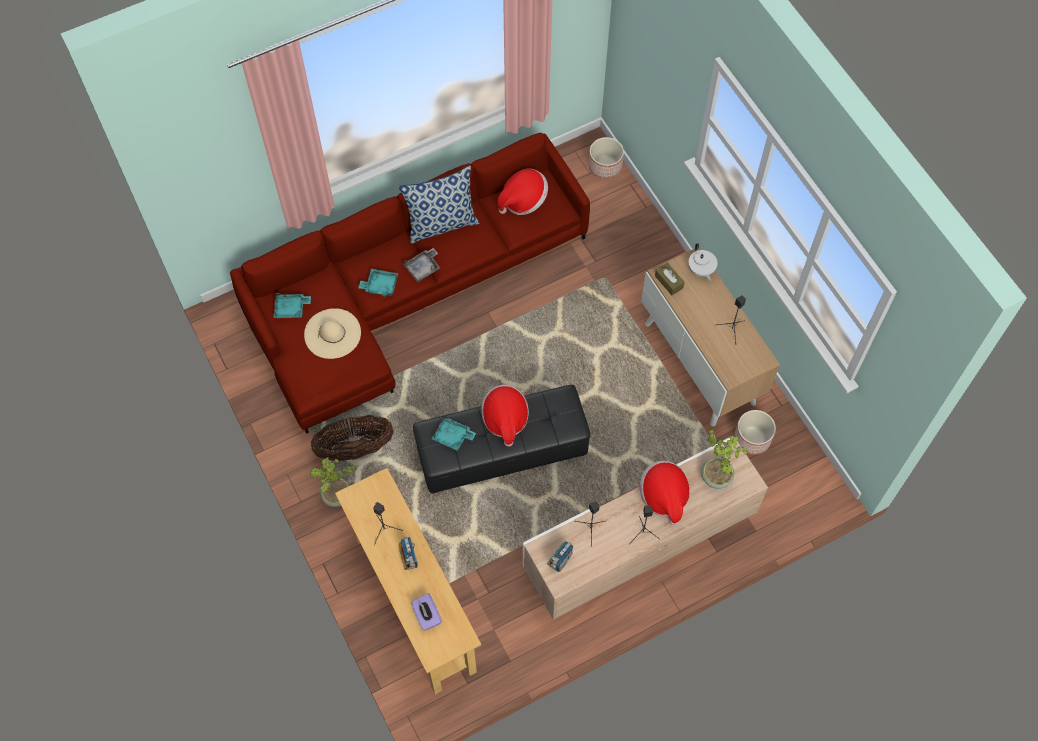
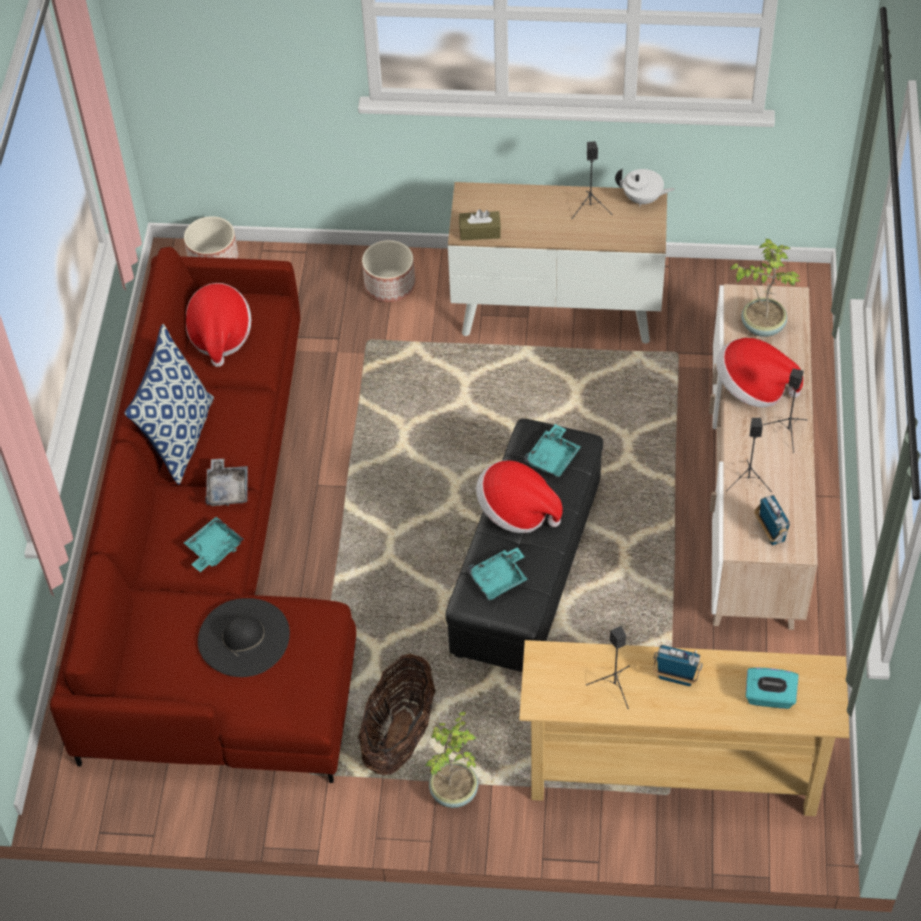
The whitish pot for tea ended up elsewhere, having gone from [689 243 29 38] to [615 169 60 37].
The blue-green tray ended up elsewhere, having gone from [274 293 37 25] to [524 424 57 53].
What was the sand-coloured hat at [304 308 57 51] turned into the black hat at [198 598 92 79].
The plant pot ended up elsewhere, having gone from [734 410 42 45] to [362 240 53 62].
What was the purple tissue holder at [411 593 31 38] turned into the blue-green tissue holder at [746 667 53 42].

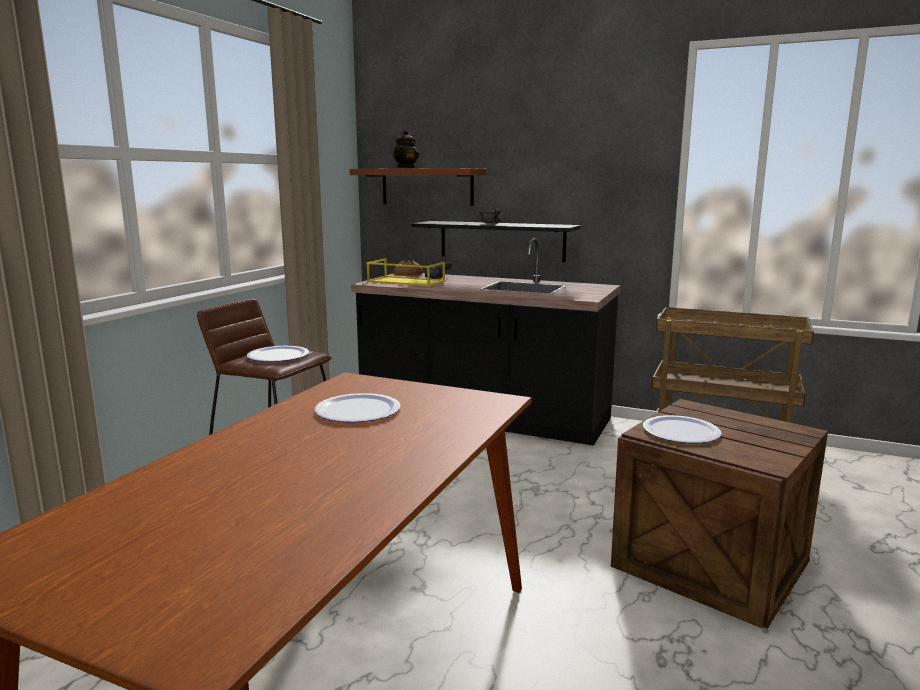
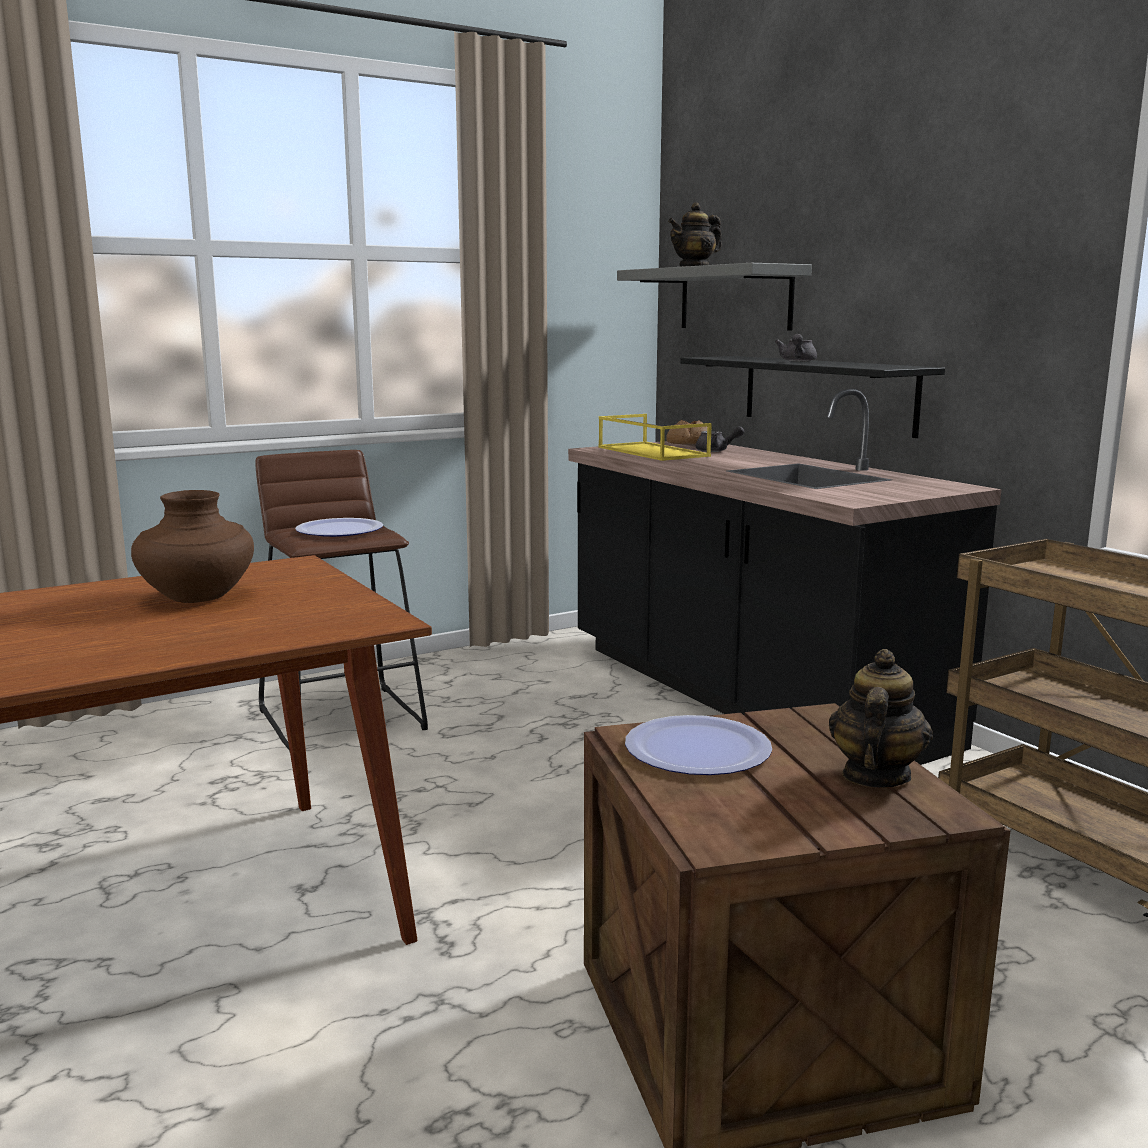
What was the brownish wall shelf at [349 168 137 38] turned into the grey wall shelf at [617 263 195 67].
Where the dinner plate stood at [314 393 87 30], the brownish flower vase came to stand at [131 490 123 113].
The second view gained the pot for tea at [829 649 104 138].

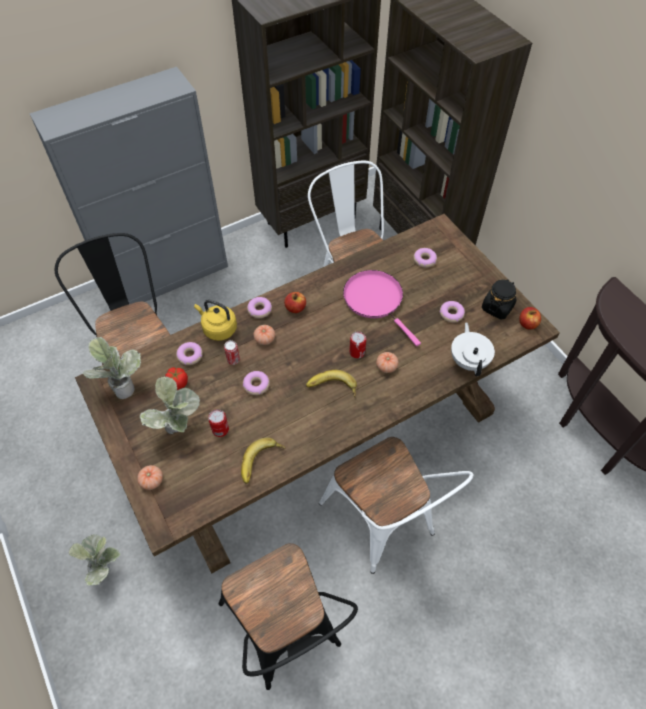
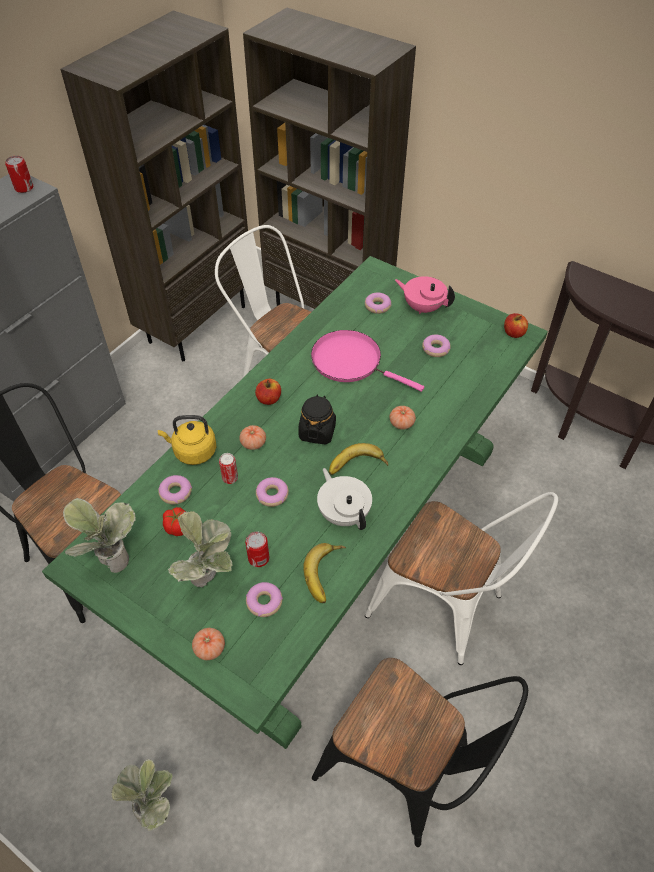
What was the brownish dining table at [75 214 485 359] turned into the greenish dining table at [42 256 506 493].
The black jar ended up elsewhere, having gone from [482 279 35 40] to [298 395 38 49].
The doughnut ended up elsewhere, having gone from [247 297 25 21] to [246 582 37 35].
The whitish pot for tea ended up elsewhere, having gone from [451 322 44 54] to [317 468 55 62].
The can ended up elsewhere, having gone from [349 331 17 28] to [5 156 28 37].
The second view gained the pink pot for tea at [395 276 60 38].

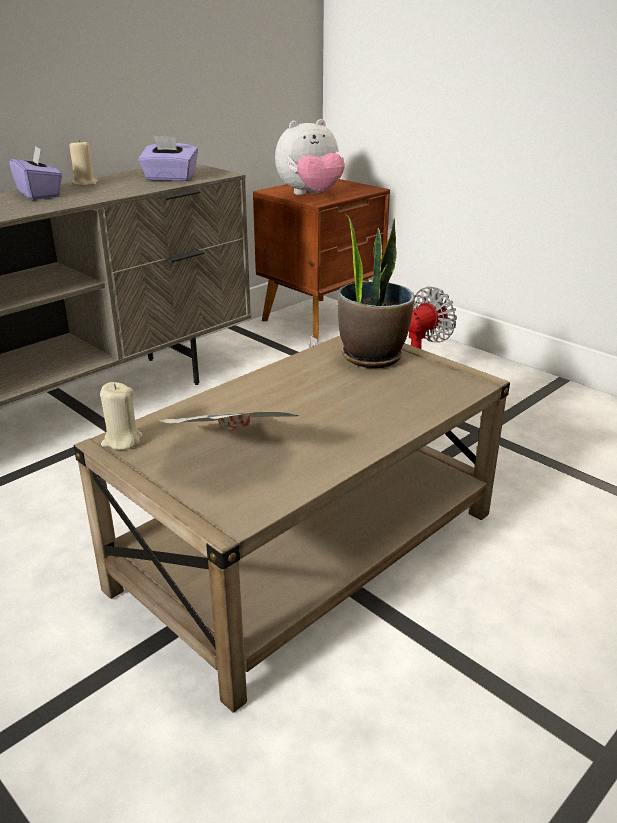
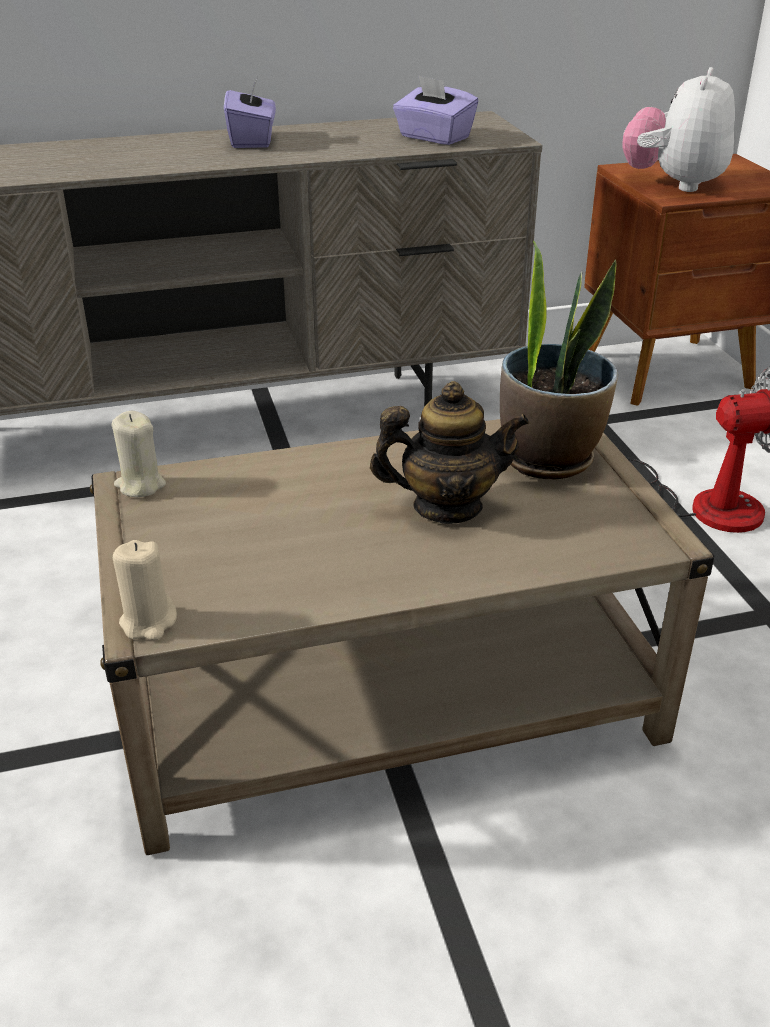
The soft toy at [275 119 70 76] ended up facing another way, 105 degrees clockwise from before.
The sand-coloured wax light ended up elsewhere, having gone from [69 139 29 47] to [113 540 64 100].
The second view lost the printed paper at [159 412 140 20].
The second view gained the pot for tea at [370 381 159 143].

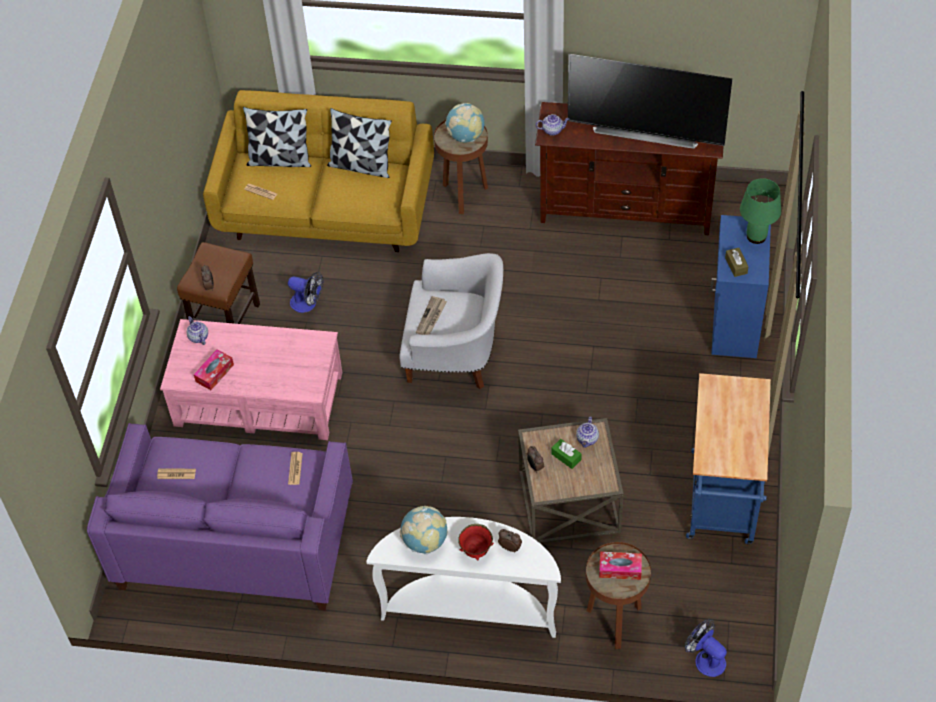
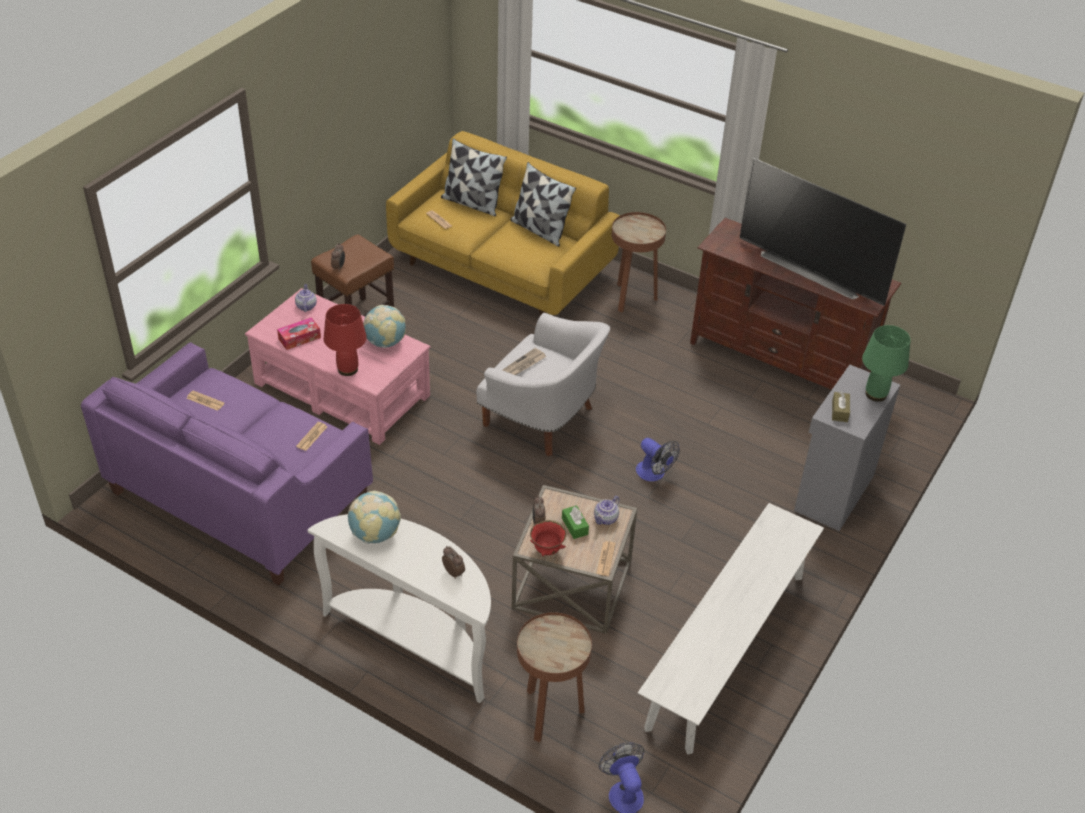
The desk globe ended up elsewhere, having gone from [445 103 40 40] to [363 305 43 43].
The second view lost the pot for tea at [536 114 33 22].
What was the bluish cabinet at [710 215 61 143] turned into the grey cabinet at [794 365 106 166].
The fan ended up elsewhere, having gone from [288 272 35 41] to [636 438 44 43].
Where the bluish cart stood at [686 373 85 172], the whitish bench came to stand at [638 503 186 252].
The reddish deep dish ended up elsewhere, having gone from [458 524 36 36] to [530 520 36 36].
The second view lost the tissue holder at [599 552 43 28].
The second view gained the reddish lamp for a table at [324 304 43 72].
The second view gained the printed paper at [596 541 19 35].

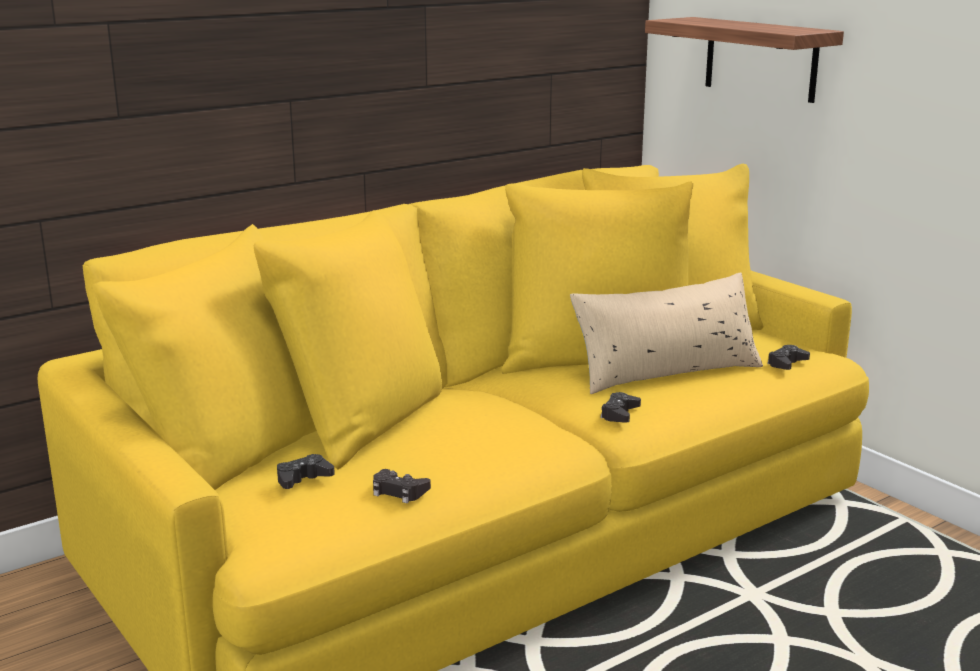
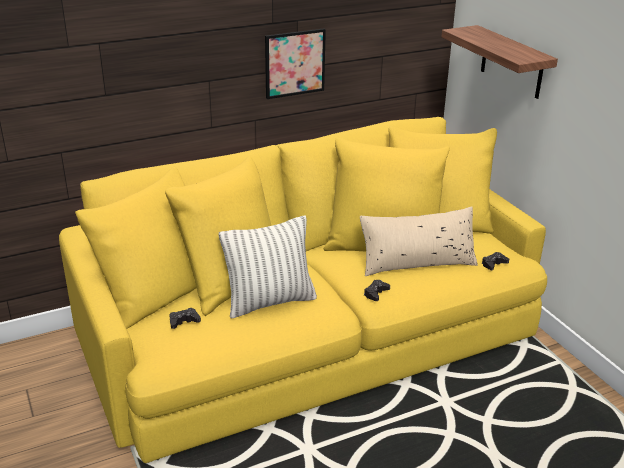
The second view lost the black gamepad at [373 469 58 34].
The second view gained the wall art at [265 29 61 70].
The second view gained the throw pillow at [219 216 98 103].

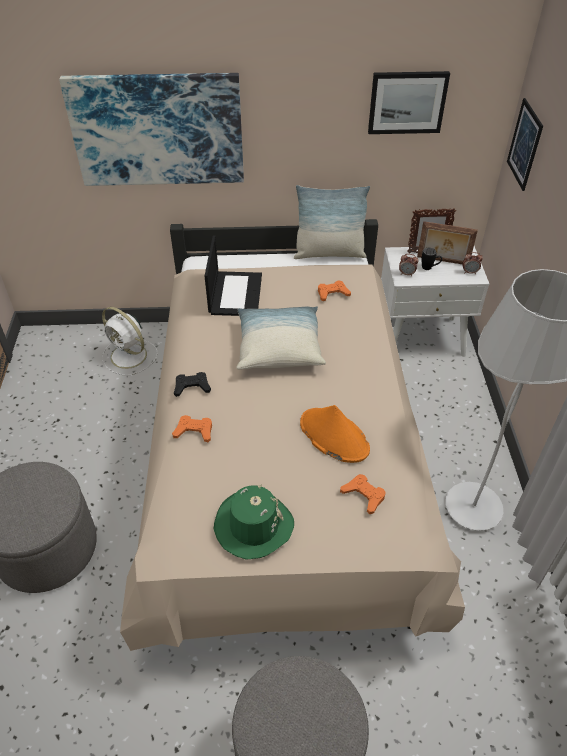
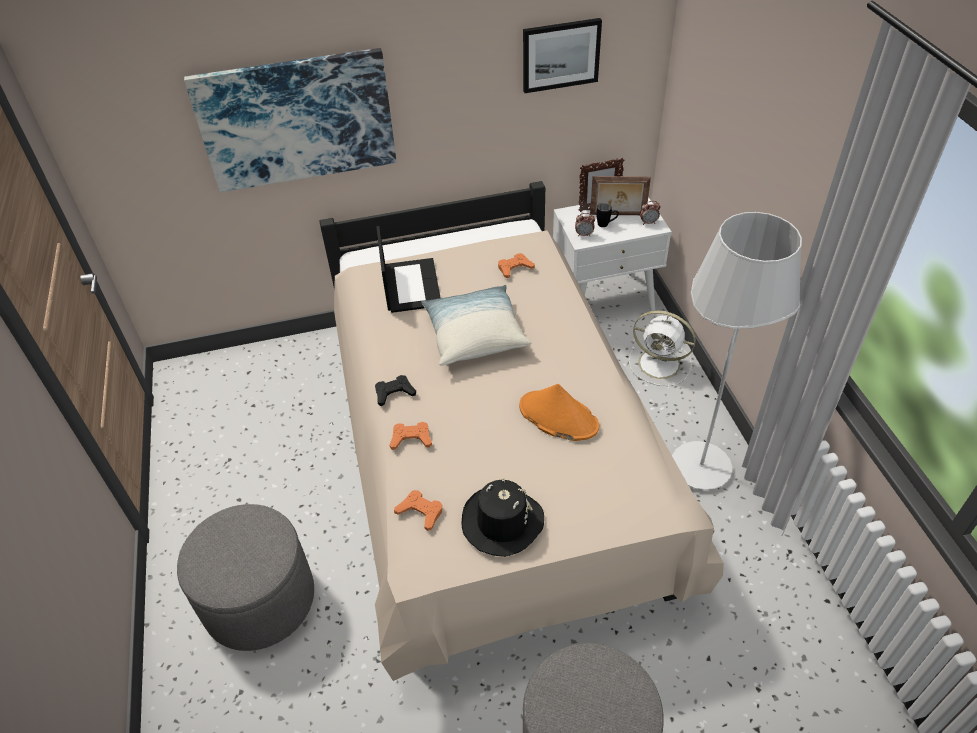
The second view lost the wall art at [507 98 36 93].
The second view lost the throw pillow at [294 185 76 74].
The whitish fan ended up elsewhere, having gone from [102 307 56 68] to [629 311 67 75].
The orangey gamepad ended up elsewhere, having gone from [340 474 46 40] to [394 490 48 41].
What was the greenish hat at [214 484 80 76] turned into the black hat at [462 477 82 80].

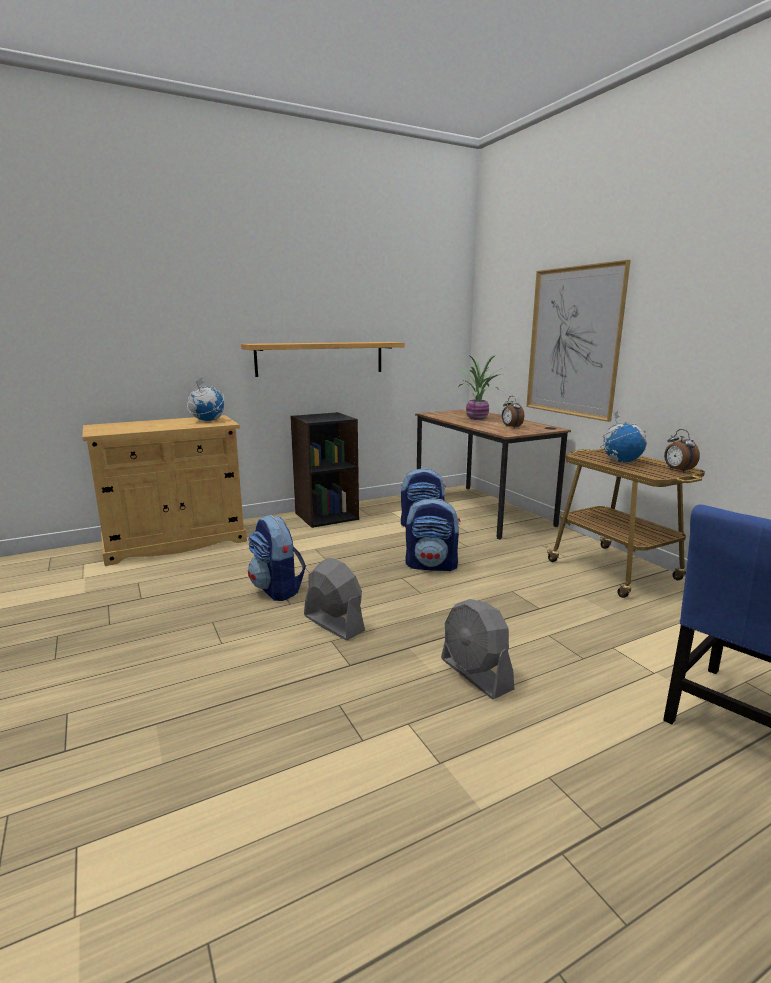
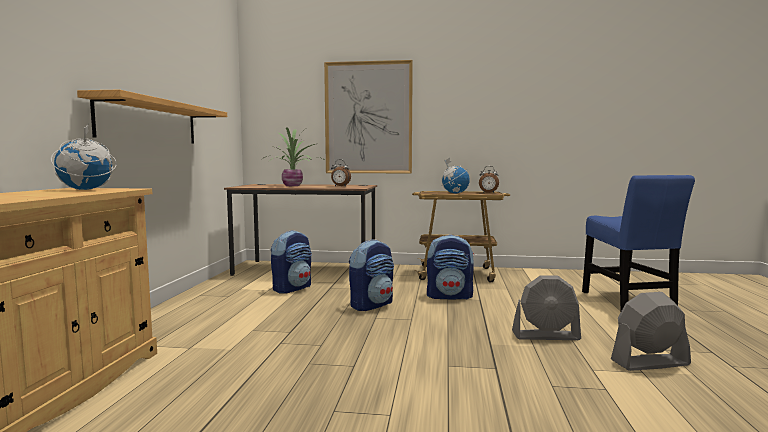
The second view lost the black shelving unit at [290 412 69 116].
The backpack ended up elsewhere, having gone from [248 515 58 86] to [427 235 47 64].
The grey fan ended up elsewhere, having gone from [304 558 61 82] to [611 292 80 79].

